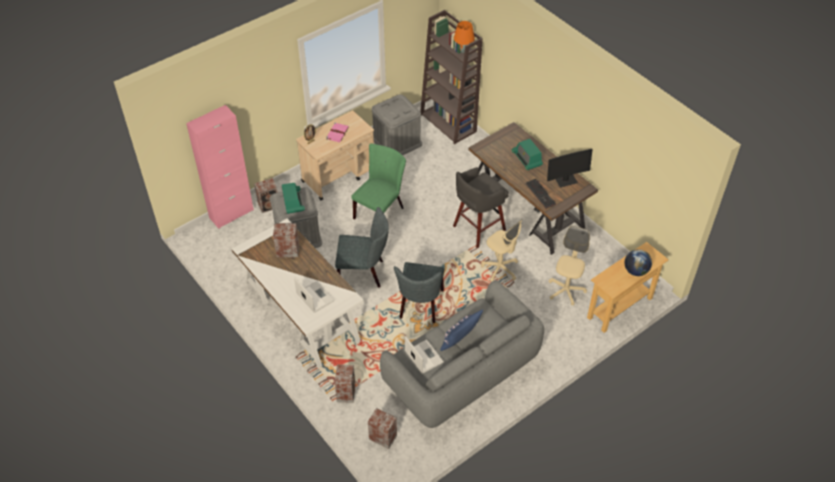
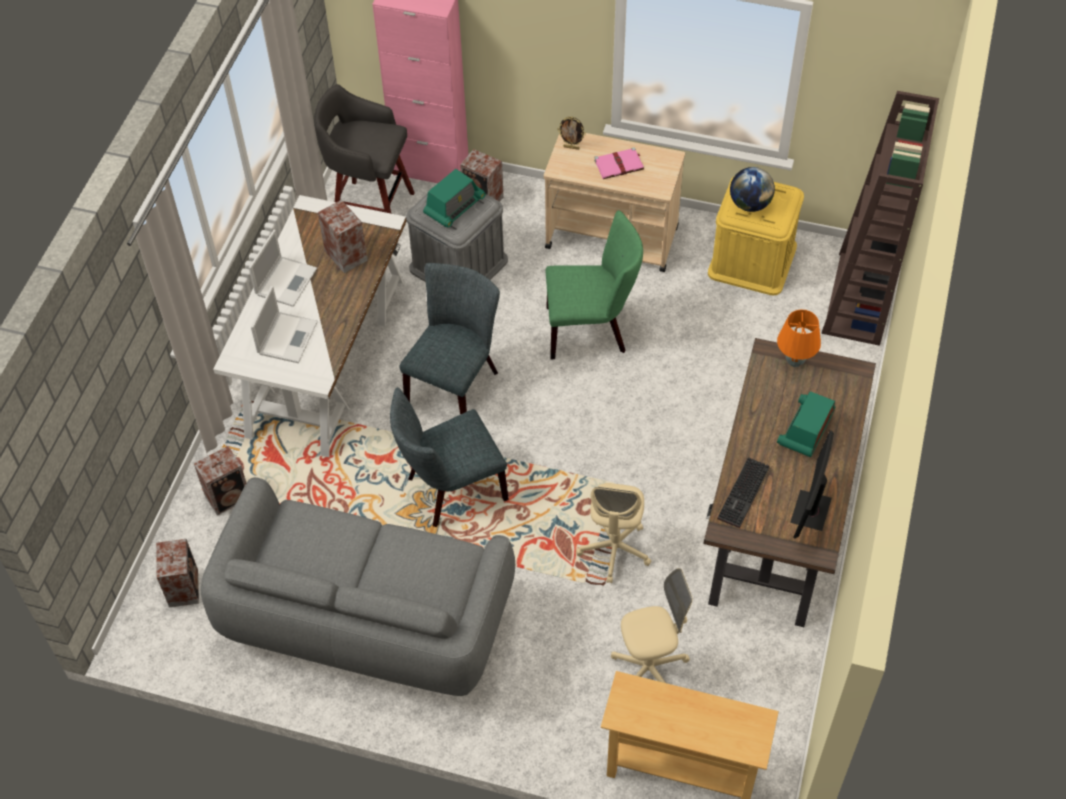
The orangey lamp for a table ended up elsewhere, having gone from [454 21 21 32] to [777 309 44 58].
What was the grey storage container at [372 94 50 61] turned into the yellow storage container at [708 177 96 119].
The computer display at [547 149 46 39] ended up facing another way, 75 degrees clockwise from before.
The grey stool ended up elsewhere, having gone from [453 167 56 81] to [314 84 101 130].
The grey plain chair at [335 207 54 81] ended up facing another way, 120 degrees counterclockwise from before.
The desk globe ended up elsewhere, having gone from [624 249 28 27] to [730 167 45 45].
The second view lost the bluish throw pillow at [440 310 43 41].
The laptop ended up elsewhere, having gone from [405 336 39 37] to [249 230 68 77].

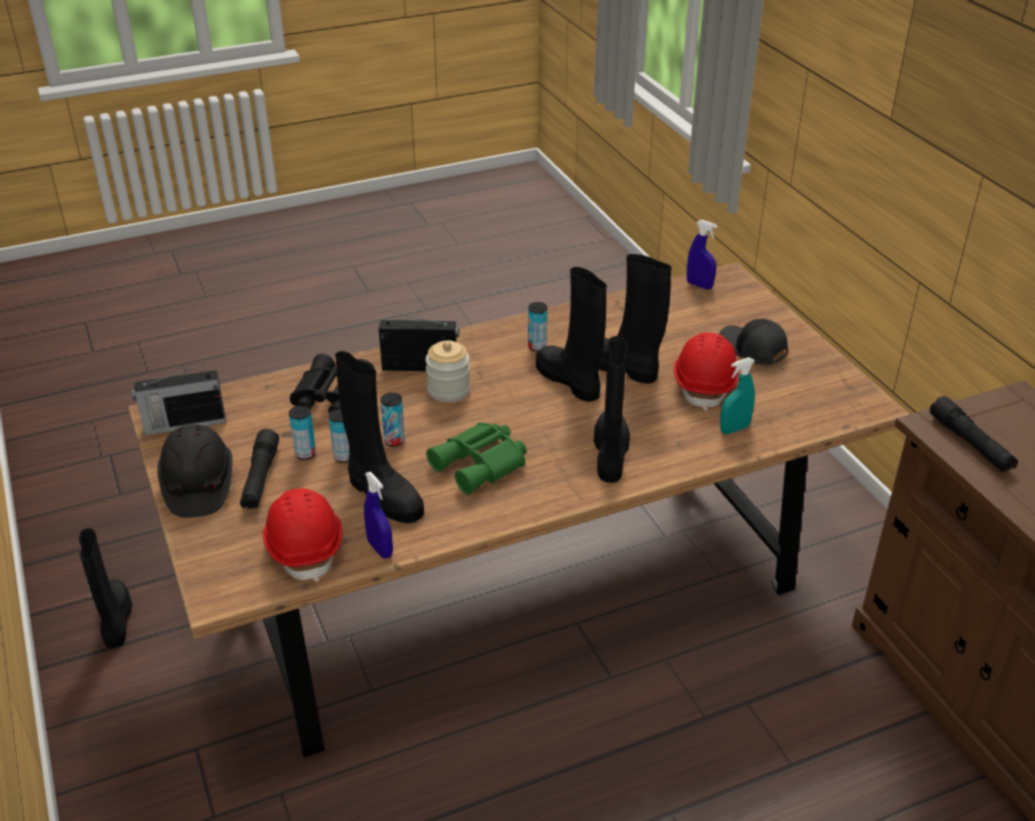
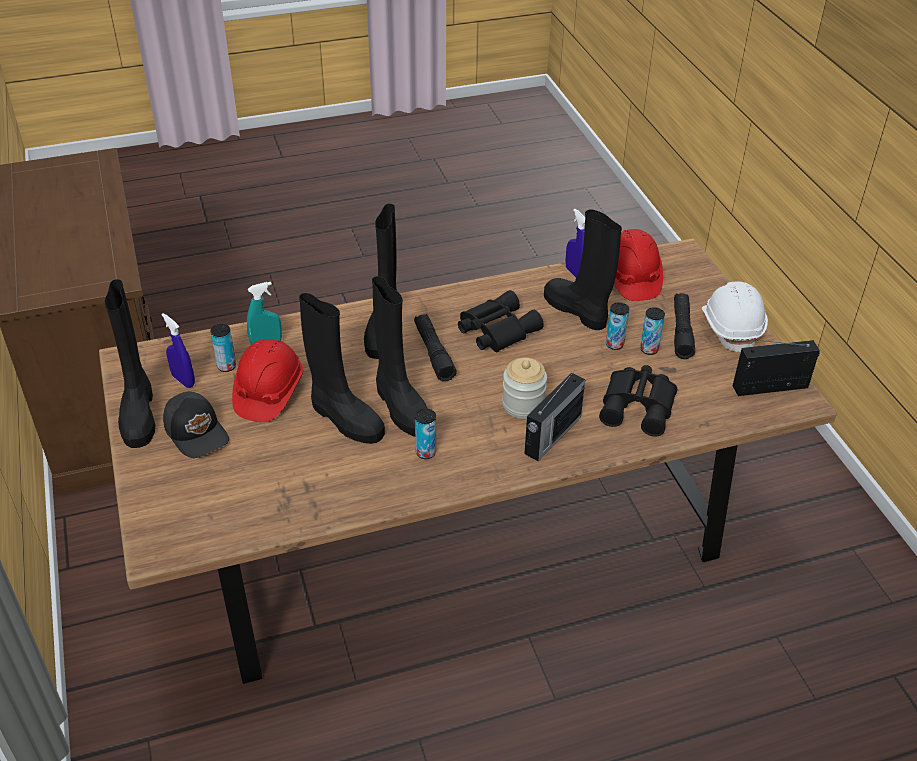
The bluish hand sprayer ended up elsewhere, having gone from [687 220 31 69] to [162 313 33 75].
The radio at [379 311 80 60] ended up facing another way, 60 degrees counterclockwise from before.
The can ended up elsewhere, having gone from [380 393 25 54] to [210 324 26 48].
The black flashlight ended up elsewhere, having gone from [930 396 88 76] to [414 314 43 68].
What was the greenish binoculars at [426 422 101 73] turned into the black binoculars at [458 290 86 62].
What was the black safety helmet at [157 425 75 93] turned into the whitish safety helmet at [702 282 66 70].
The black boot ended up elsewhere, having gone from [79 528 53 120] to [105 279 50 169].

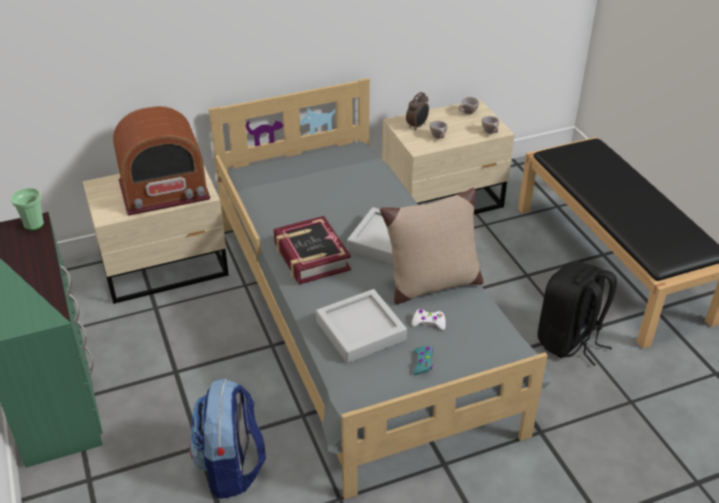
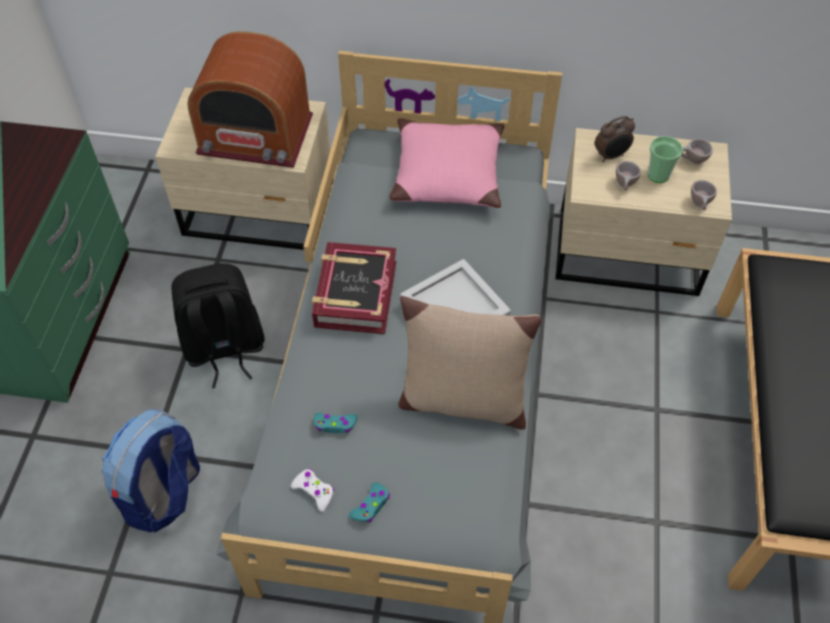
The small cup ended up elsewhere, having gone from [11 188 33 42] to [648 136 35 47].
The black backpack ended up elsewhere, having gone from [538 261 79 105] to [171 263 94 125].
Where the grey tray stood at [316 289 91 74], the blue-green gamepad came to stand at [314 413 43 20].
The whitish gamepad ended up elsewhere, having gone from [412 309 34 21] to [291 469 43 43].
The second view gained the pink throw pillow at [390 118 114 90].

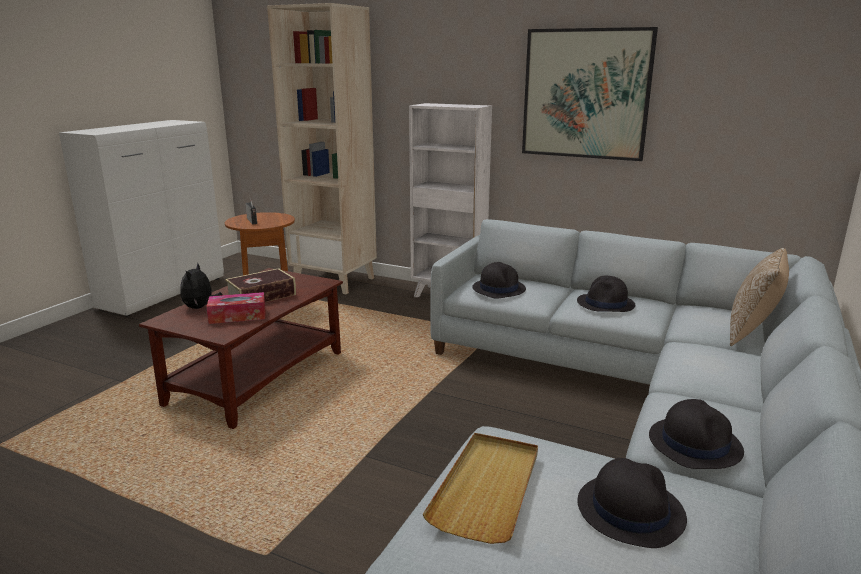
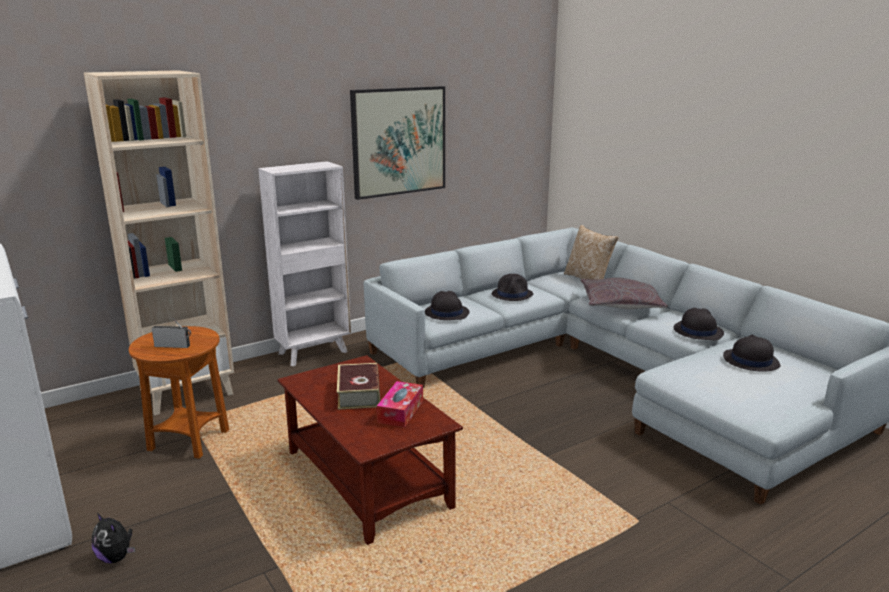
The soft toy ended up elsewhere, having gone from [180 263 42 46] to [92 513 43 50].
The second view lost the sand-coloured tray at [423 433 115 111].
The second view gained the grey throw pillow at [581 278 87 31].

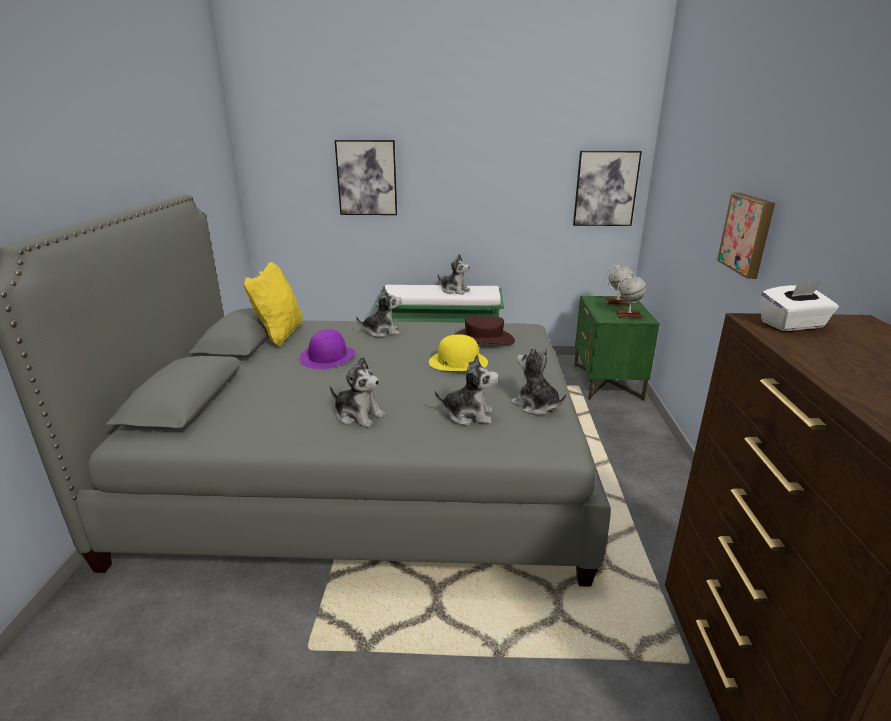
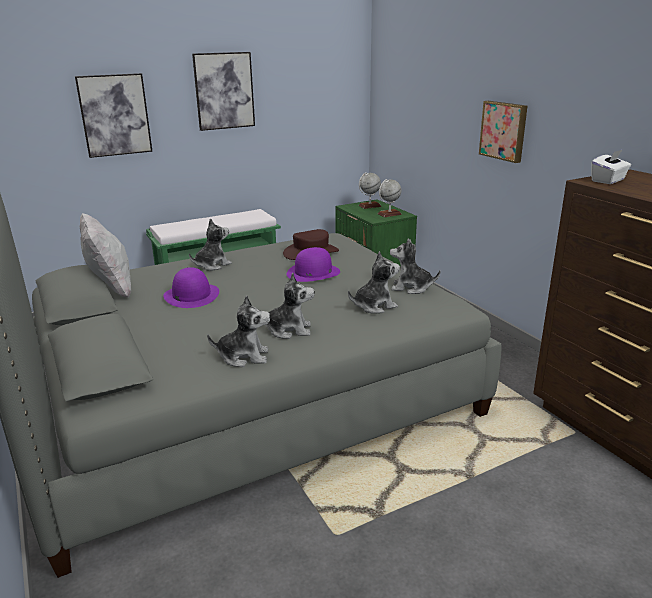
The wall art ended up elsewhere, having gone from [573 151 69 75] to [192 52 63 79].
The soft toy ended up elsewhere, having gone from [438 254 32 41] to [207 295 63 72].
What was the yellow throw pillow at [243 262 59 84] turned into the whitish throw pillow at [79 213 52 85].
What was the yellow hat at [429 335 59 36] turned into the purple hat at [287 247 53 35].

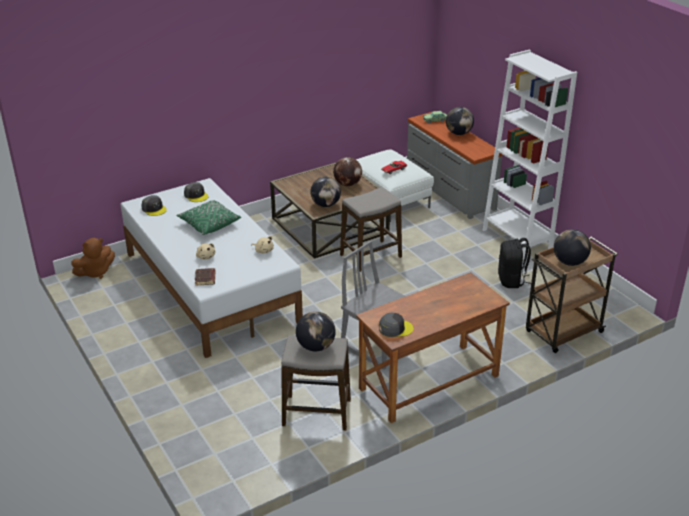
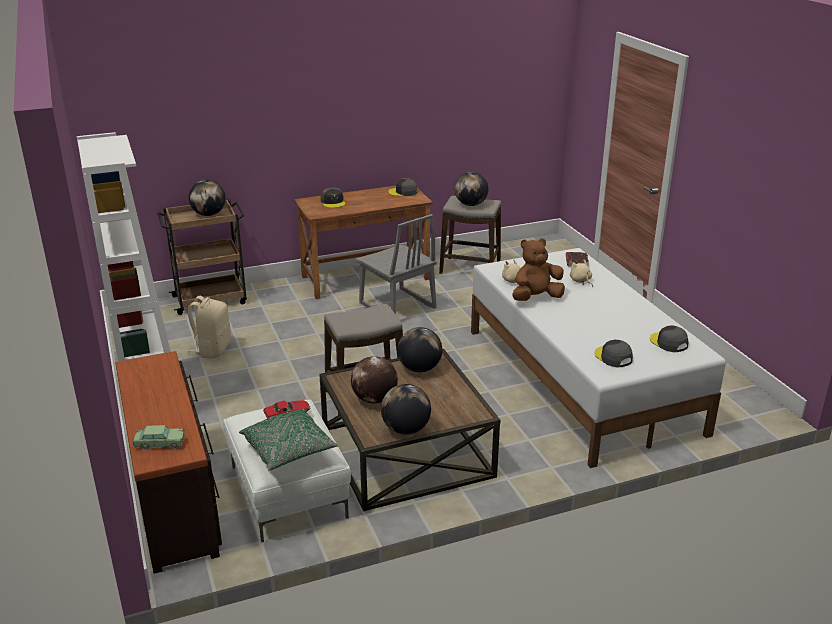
The desk globe ended up elsewhere, having gone from [446 107 28 28] to [381 384 50 51].
What was the grey drawer chest at [407 112 96 107] turned into the brownish drawer chest at [115 351 107 223].
The greenish throw pillow ended up elsewhere, having gone from [176 200 65 35] to [239 408 99 62].
The brownish soft toy ended up elsewhere, having gone from [72 238 43 41] to [512 238 53 63].
What was the black backpack at [498 238 33 50] turned into the sand-coloured backpack at [187 296 44 62].
The second view gained the grey cap at [321 188 25 20].

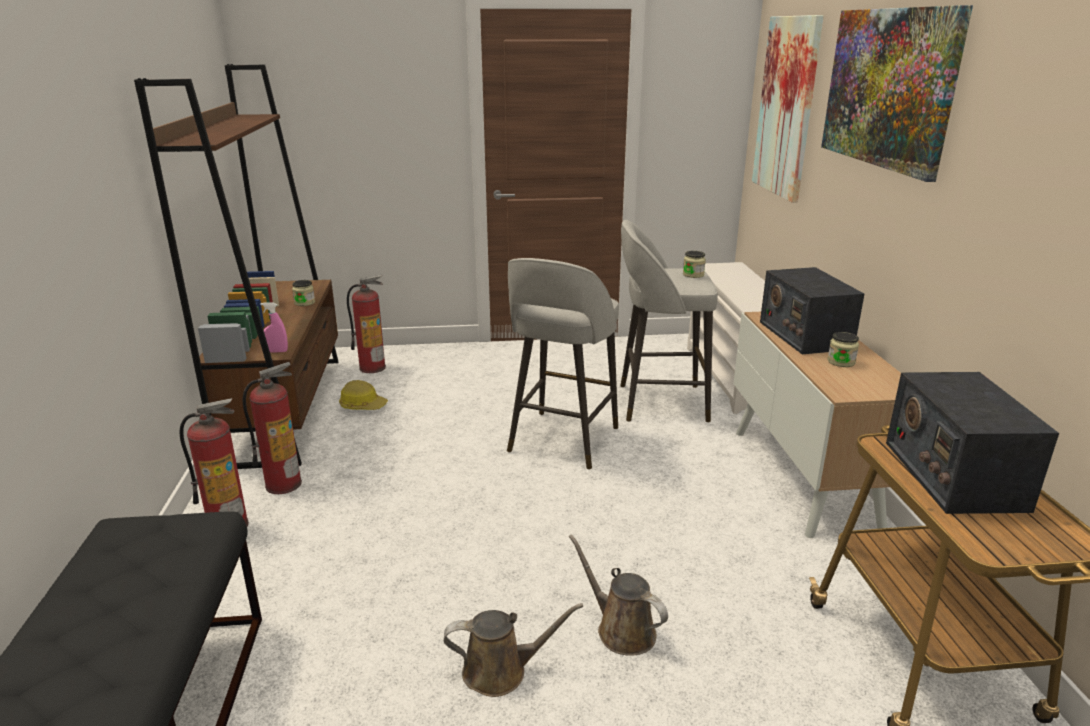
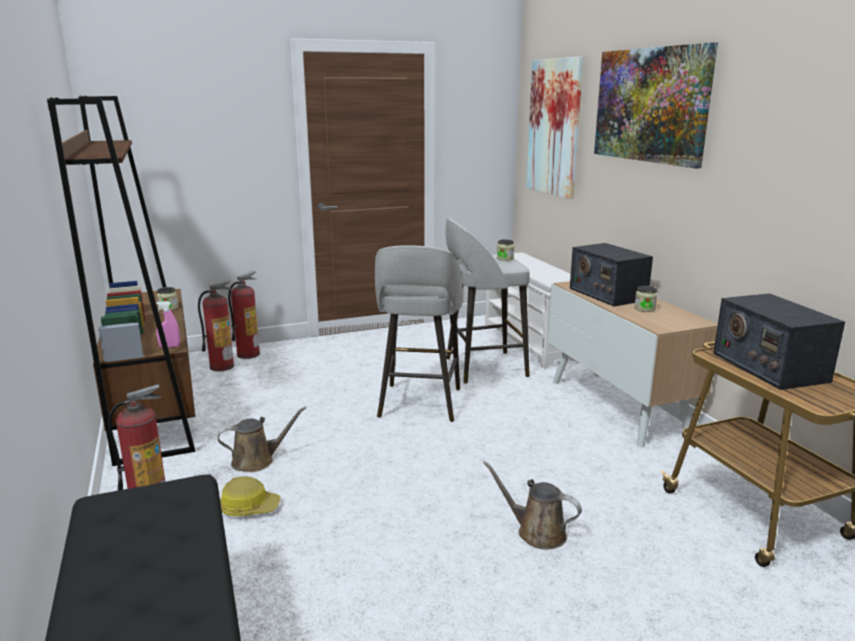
The fire-fighting cylinder ended up elsewhere, having gone from [243 362 59 132] to [228 271 32 88].
The safety helmet ended up elsewhere, having gone from [339 380 49 30] to [220 476 61 40].
The brownish watering can ended up elsewhere, having gone from [444 603 139 94] to [217 406 89 66].

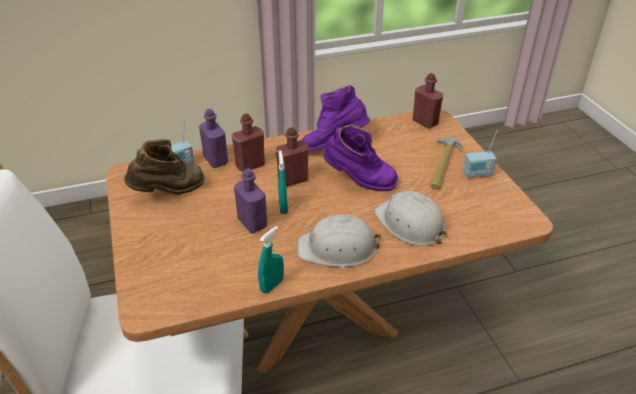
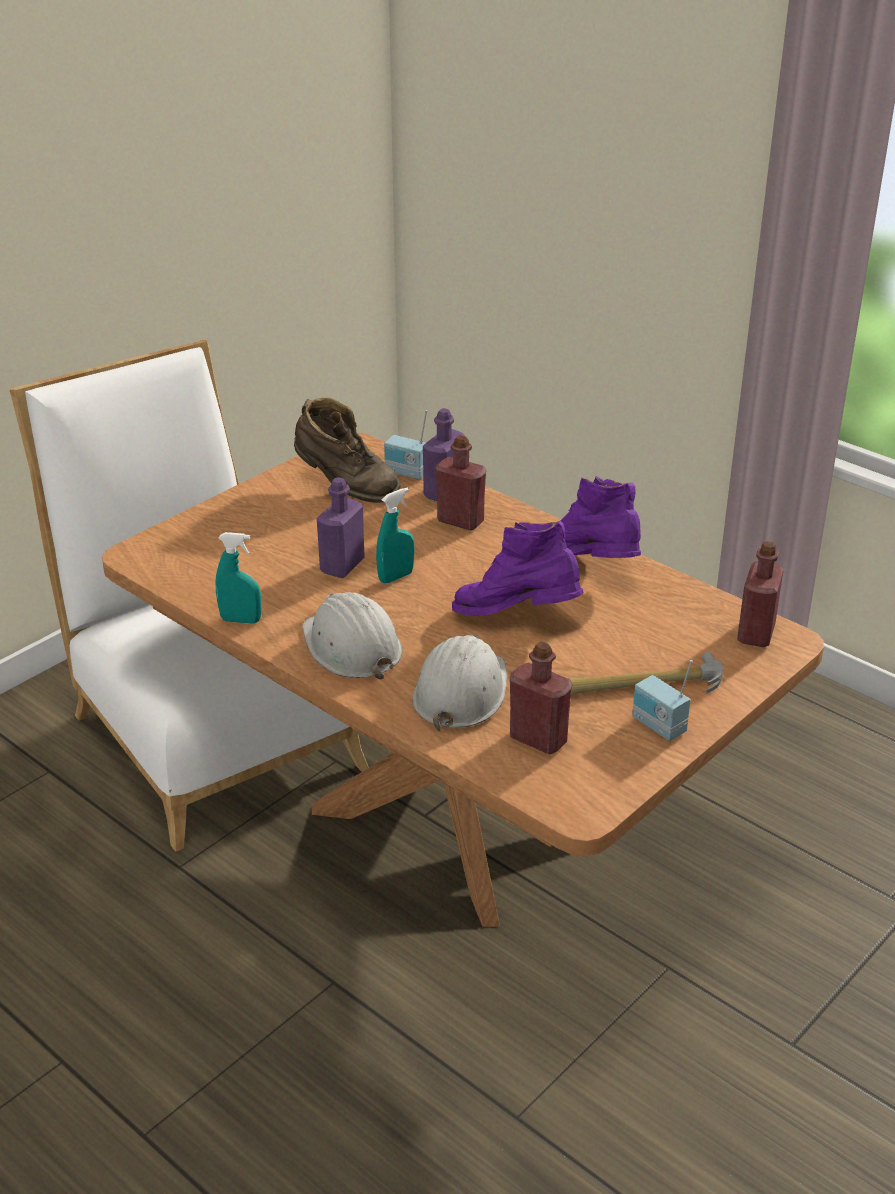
The purple boot at [323 125 75 66] ended up facing another way, 120 degrees clockwise from before.
The reddish bottle ended up elsewhere, having gone from [276 127 33 60] to [510 641 62 114].

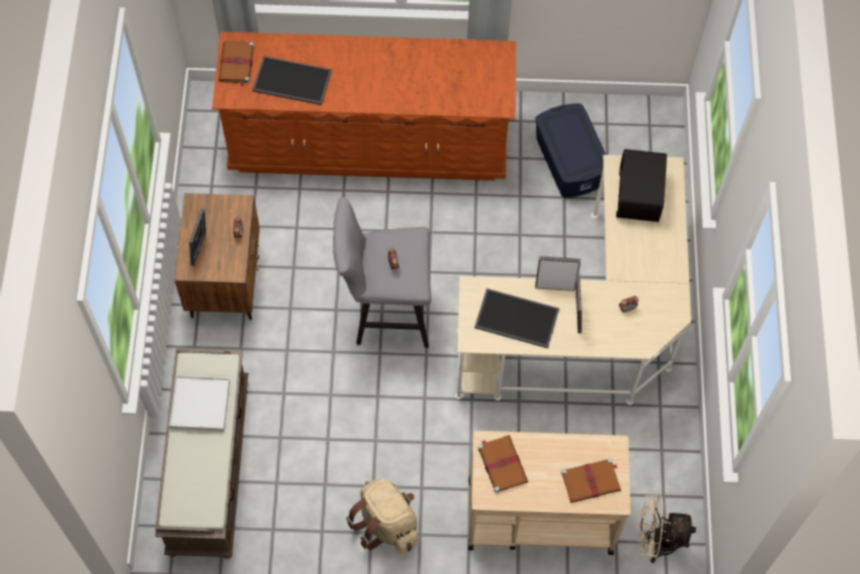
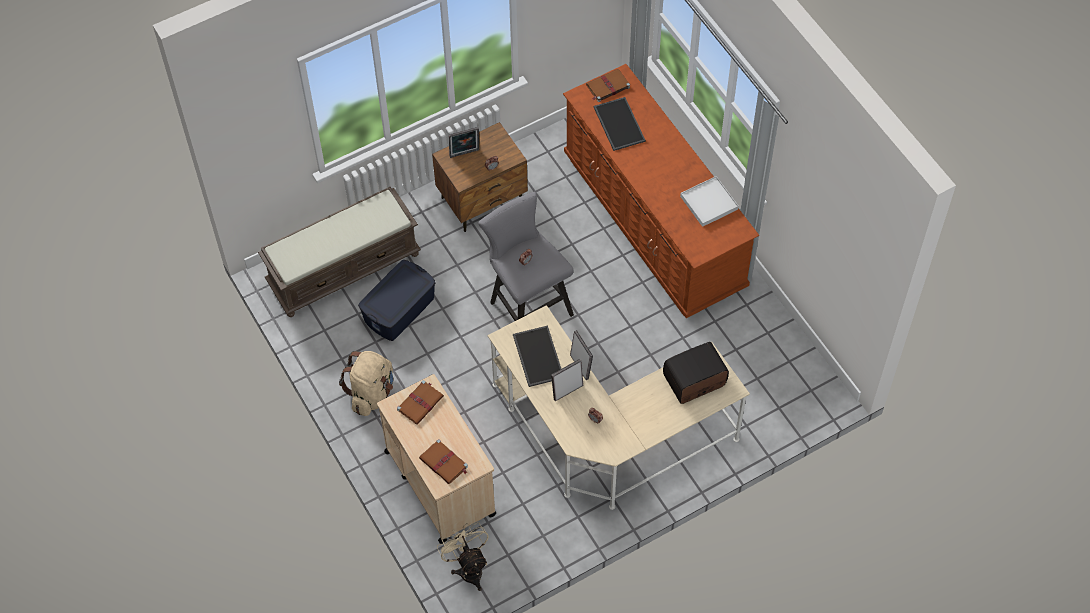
The bluish storage container ended up elsewhere, having gone from [535 103 71 95] to [358 260 78 81].
The whitish tray ended up elsewhere, having gone from [169 376 61 56] to [680 176 59 51].

